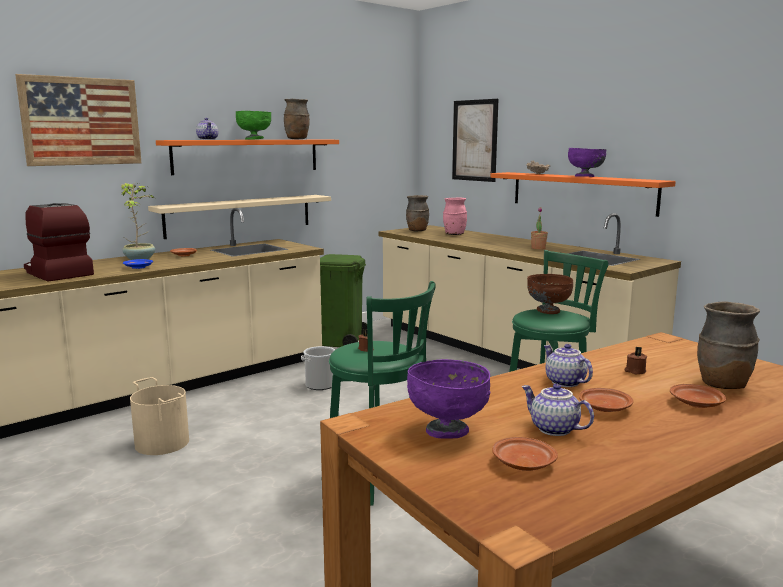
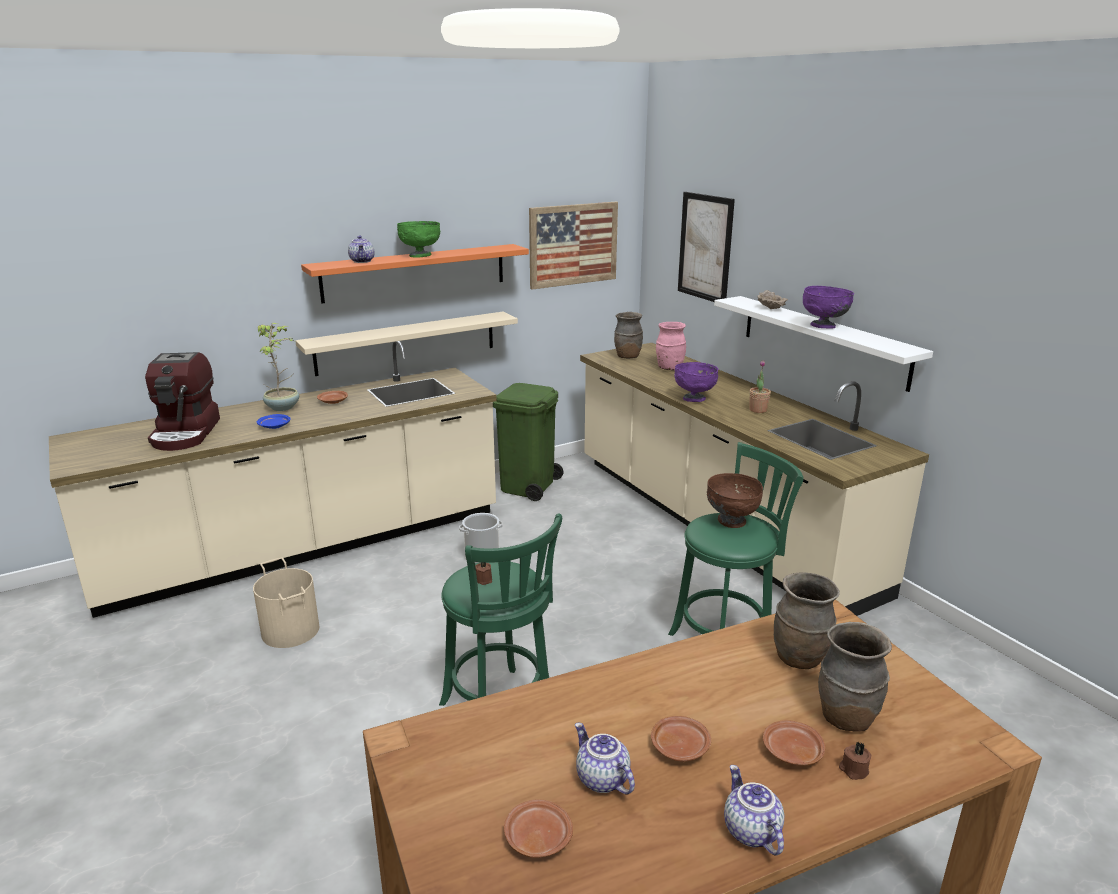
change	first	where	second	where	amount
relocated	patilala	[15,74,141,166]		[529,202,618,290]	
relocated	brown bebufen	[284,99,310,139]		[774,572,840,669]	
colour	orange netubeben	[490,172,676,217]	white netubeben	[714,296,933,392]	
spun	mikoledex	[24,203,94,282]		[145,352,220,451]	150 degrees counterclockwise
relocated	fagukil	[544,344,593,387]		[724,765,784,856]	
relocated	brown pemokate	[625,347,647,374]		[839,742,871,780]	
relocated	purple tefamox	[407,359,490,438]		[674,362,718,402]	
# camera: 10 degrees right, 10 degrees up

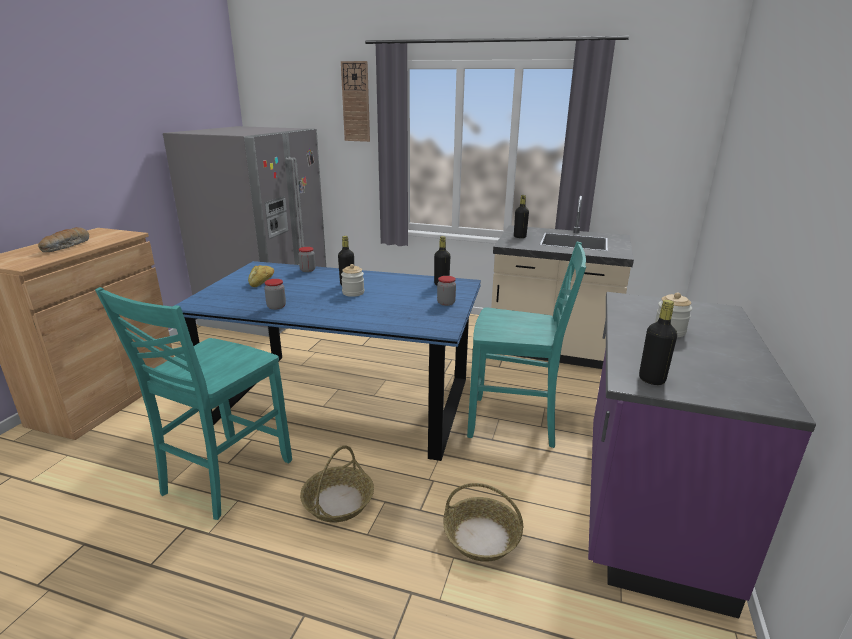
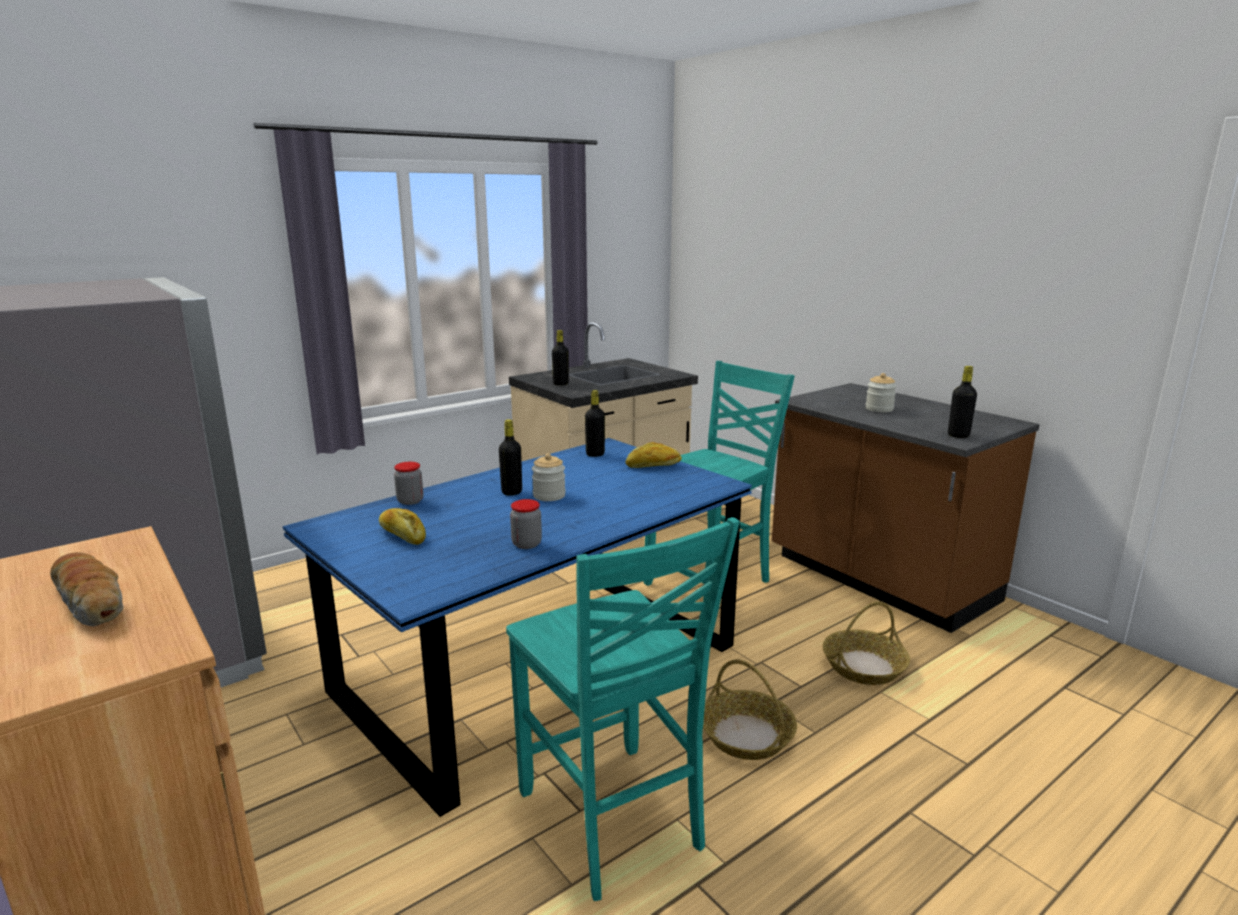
change	first	where	second	where	amount
missing	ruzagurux	[341,61,370,142]			
exchanged	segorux	[437,276,456,306]	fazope	[626,442,682,468]	
colour	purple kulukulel	[588,292,816,618]	brown kulukulel	[772,383,1039,633]	
# camera: 55 degrees left, 5 degrees down

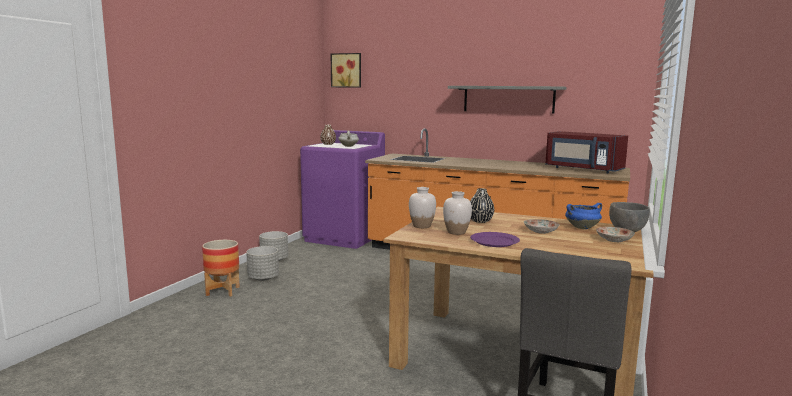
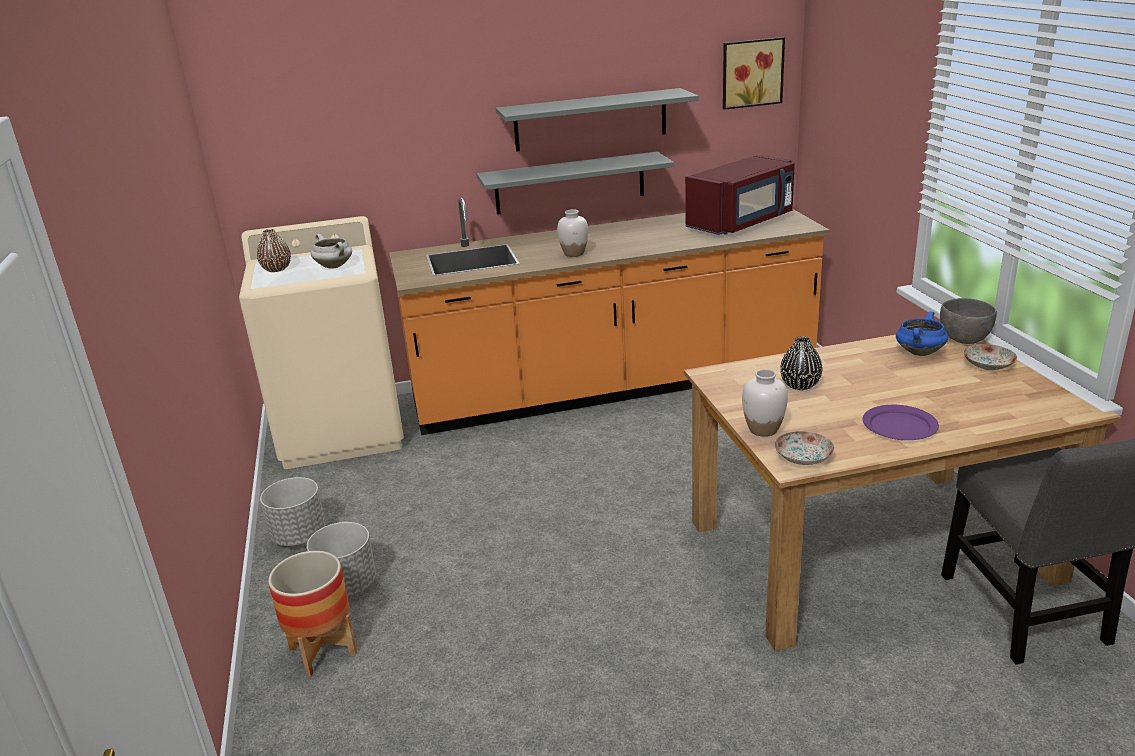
change	first	where	second	where	amount
relocated	patilala	[331,53,361,88]		[723,37,785,110]	
colour	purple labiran	[300,130,385,249]	beige labiran	[239,216,404,469]	
spun	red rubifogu	[545,131,628,173]		[685,155,795,235]	45 degrees counterclockwise
relocated	white bebufen	[443,191,472,235]		[557,209,588,257]	
relocated	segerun	[524,219,560,234]		[774,431,835,465]	
appeared			grey netubeben	[476,152,675,214]	
# camera: 35 degrees left, 15 degrees up

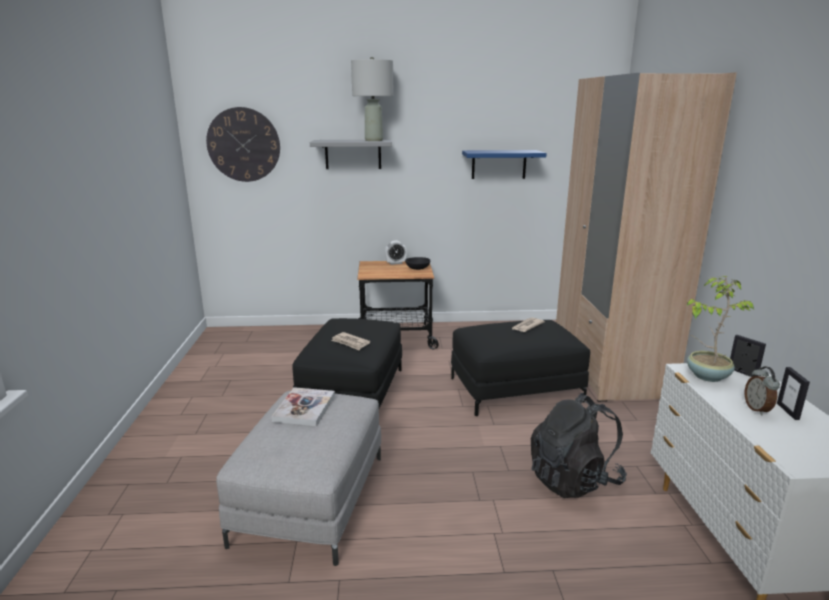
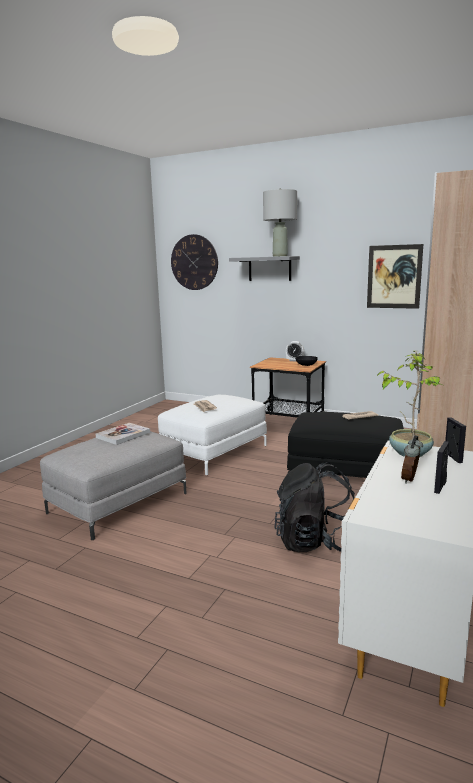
change	first	where	second	where	amount
exchanged	blue netubeben	[462,150,547,179]	patilala	[367,244,423,309]	
colour	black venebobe	[292,318,402,408]	white venebobe	[158,395,267,475]	
# camera: 30 degrees right, 5 degrees down

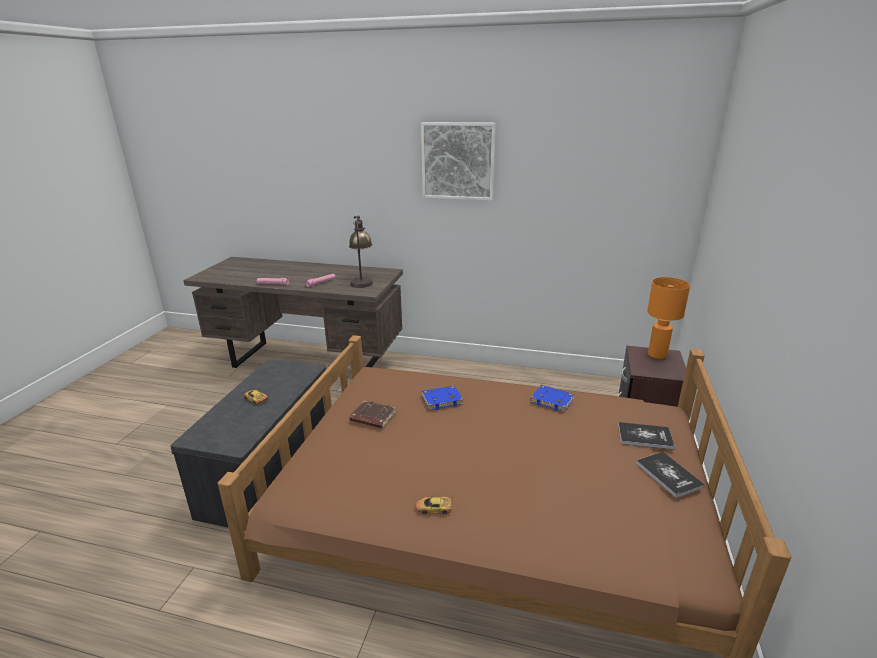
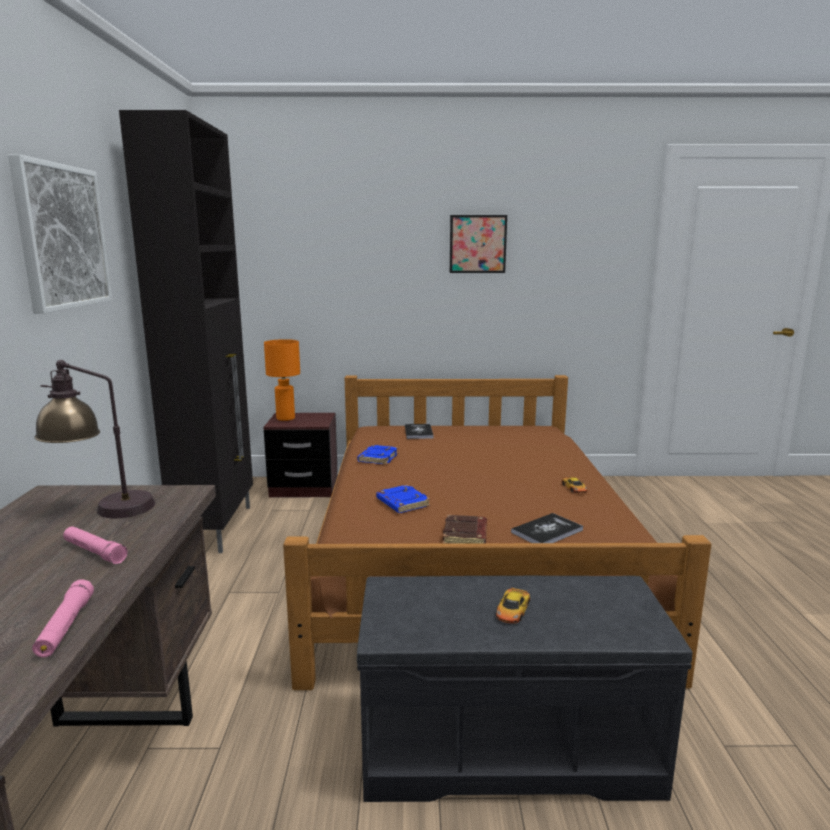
change	first	where	second	where	amount
relocated	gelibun	[636,452,705,498]		[511,513,583,543]	
appeared			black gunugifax	[119,110,253,553]	
appeared			patilala	[450,215,507,273]	
# camera: 105 degrees left, 10 degrees down

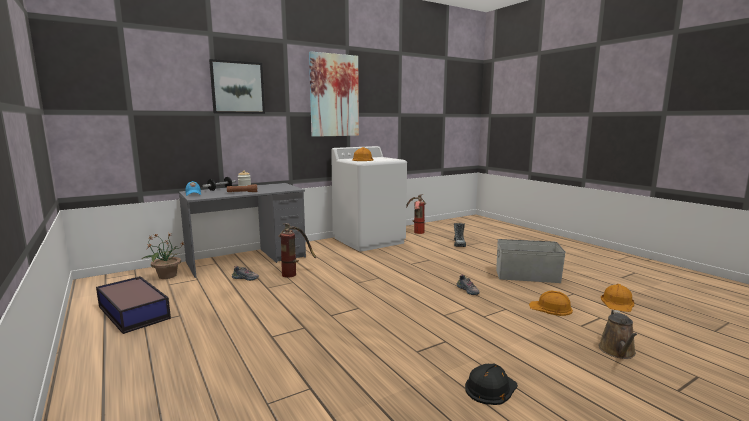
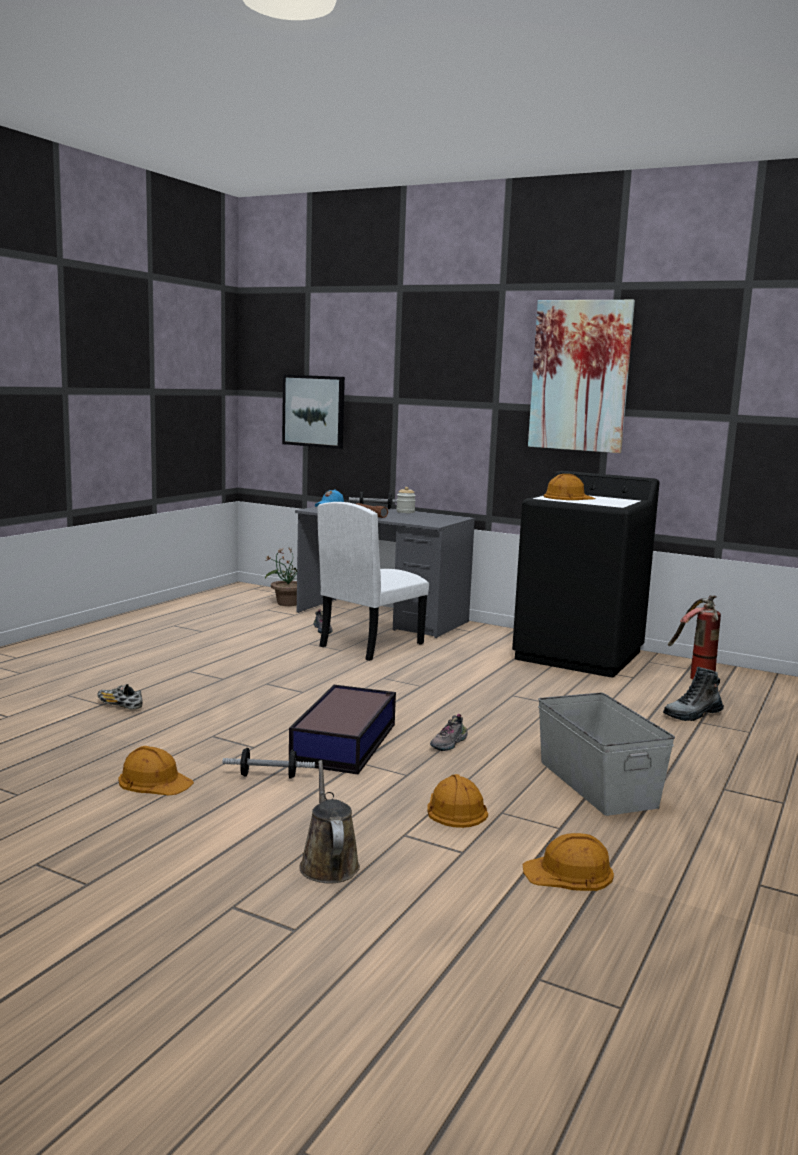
change	first	where	second	where	amount
relocated	patilala	[209,59,265,114]		[282,375,345,449]	
colour	white labiran	[331,146,407,252]	black labiran	[512,471,660,677]	
exchanged	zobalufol	[278,223,316,278]	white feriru	[317,502,429,661]	
relocated	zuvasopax	[96,276,171,334]		[289,685,396,774]	
spun	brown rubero	[598,310,637,359]		[299,760,360,884]	90 degrees clockwise
colour	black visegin	[465,363,518,405]	orange visegin	[119,746,194,795]	
appeared			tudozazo	[97,684,143,710]	
appeared			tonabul	[223,748,315,779]	
# camera: 60 degrees right, 0 degrees up

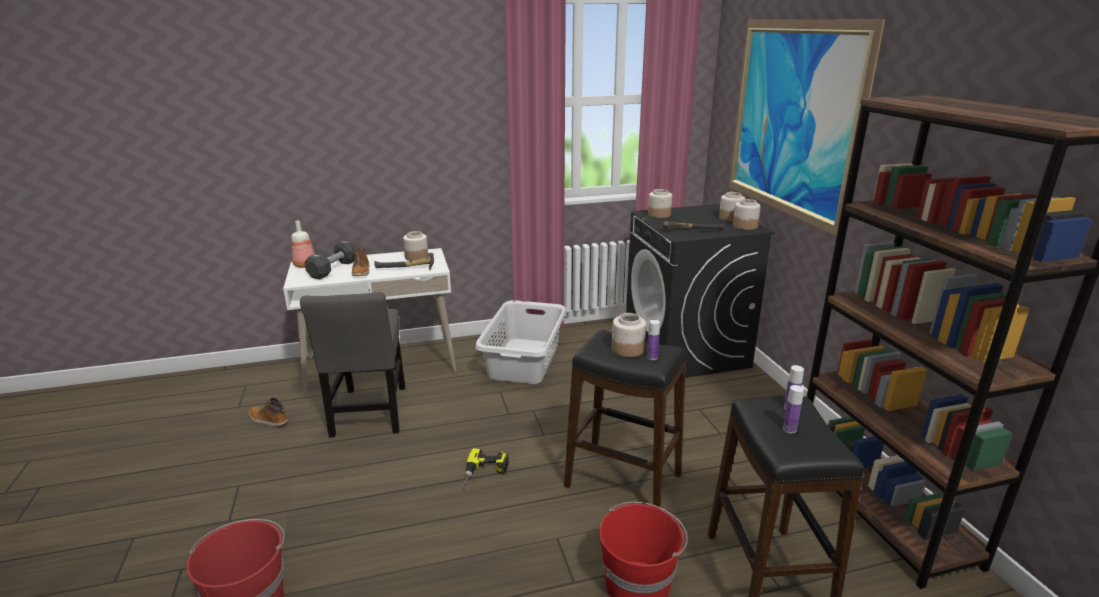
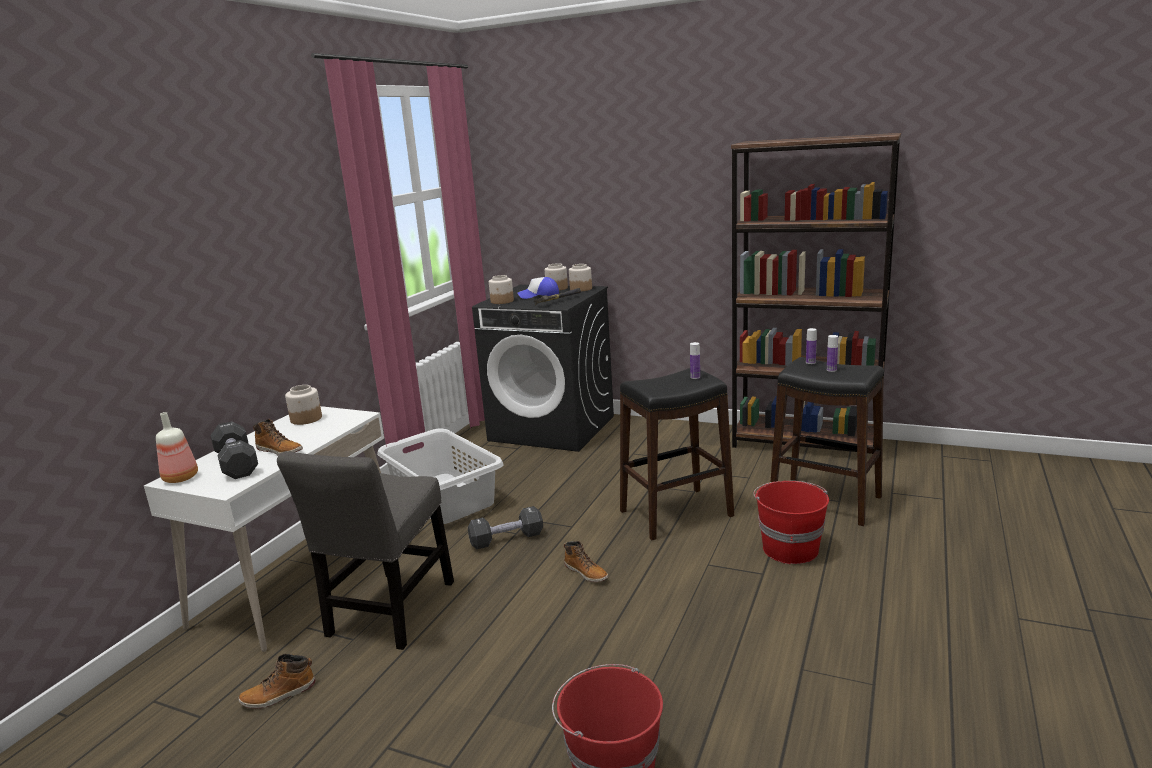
change	first	where	second	where	amount
missing	patilala	[729,19,885,236]			
missing	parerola	[374,253,434,271]			
spun	grey feriru	[300,292,405,438]		[277,451,454,650]	75 degrees clockwise
missing	segorux	[612,313,646,357]			
exchanged	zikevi	[463,448,509,488]	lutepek	[564,541,608,582]	
appeared			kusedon	[518,277,559,299]	
appeared			black tonabul	[468,506,543,549]	
# camera: 50 degrees left, 5 degrees down

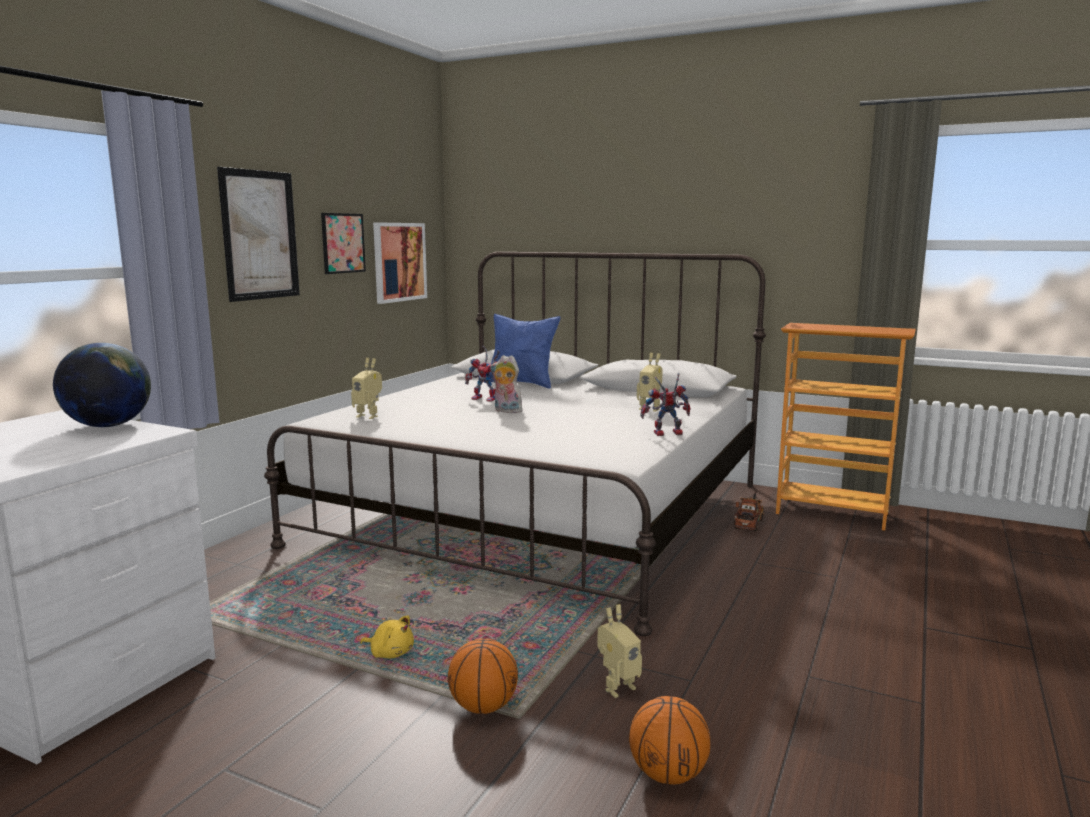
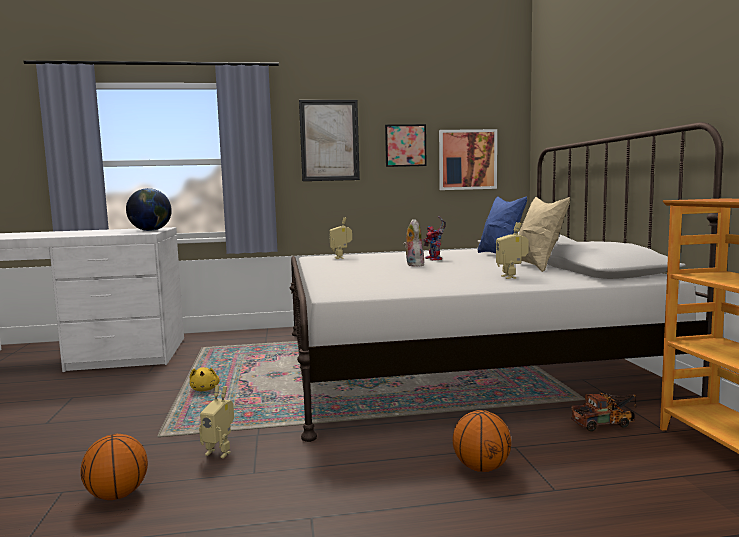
change	first	where	second	where	amount
missing	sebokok	[640,373,690,436]			
relocated	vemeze	[448,638,518,714]		[453,410,511,472]	
appeared			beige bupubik	[519,197,570,272]	
# camera: 55 degrees right, 5 degrees down

